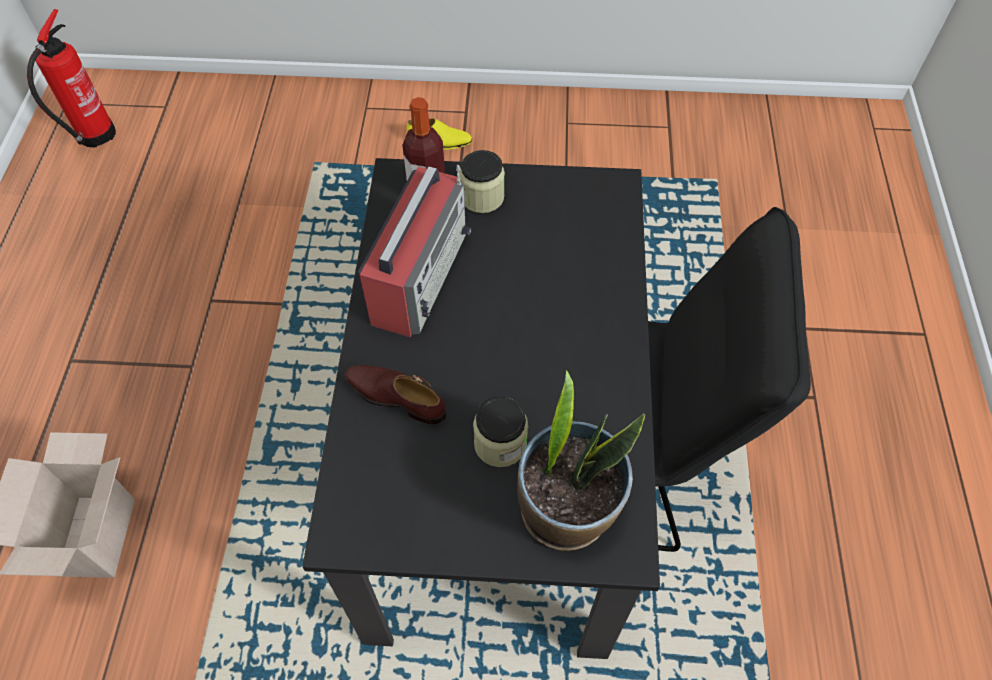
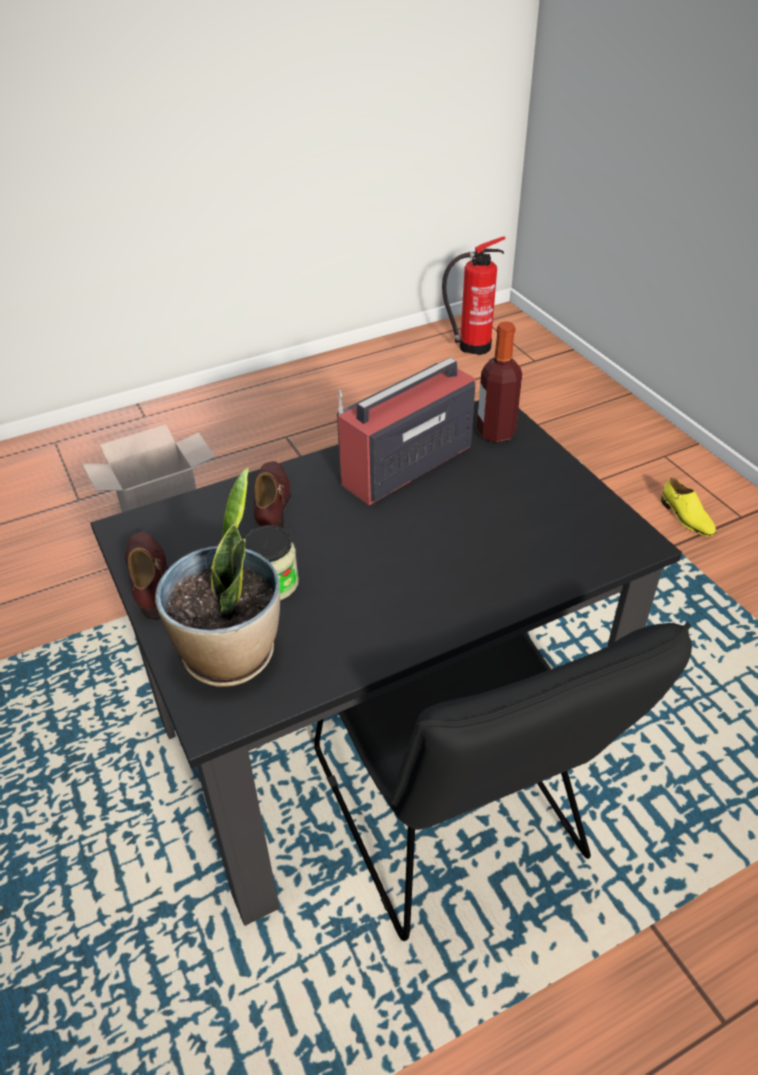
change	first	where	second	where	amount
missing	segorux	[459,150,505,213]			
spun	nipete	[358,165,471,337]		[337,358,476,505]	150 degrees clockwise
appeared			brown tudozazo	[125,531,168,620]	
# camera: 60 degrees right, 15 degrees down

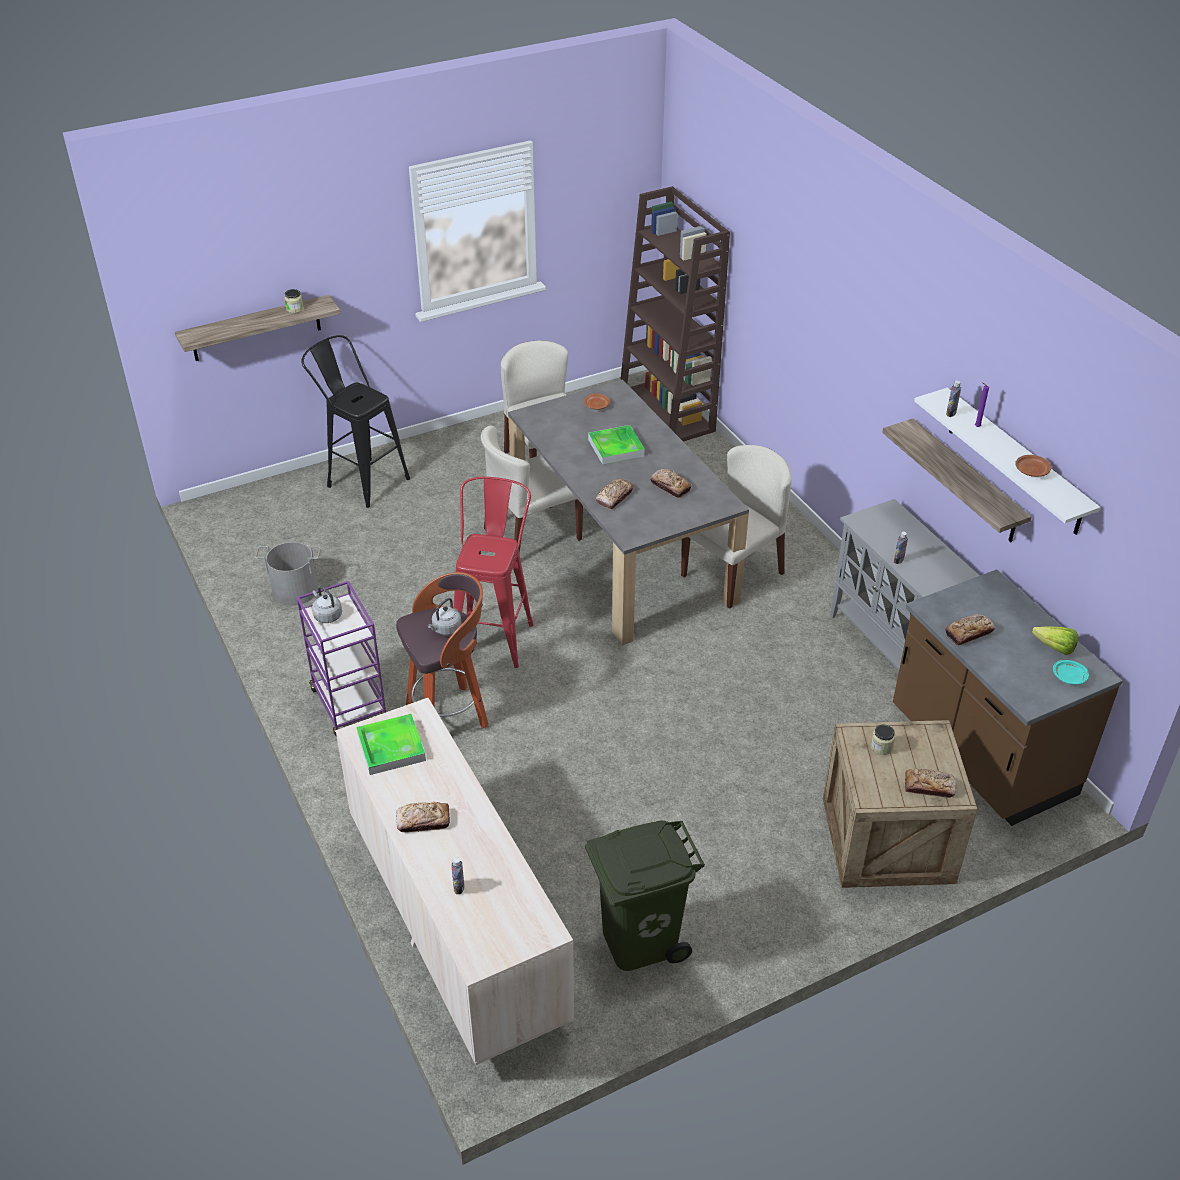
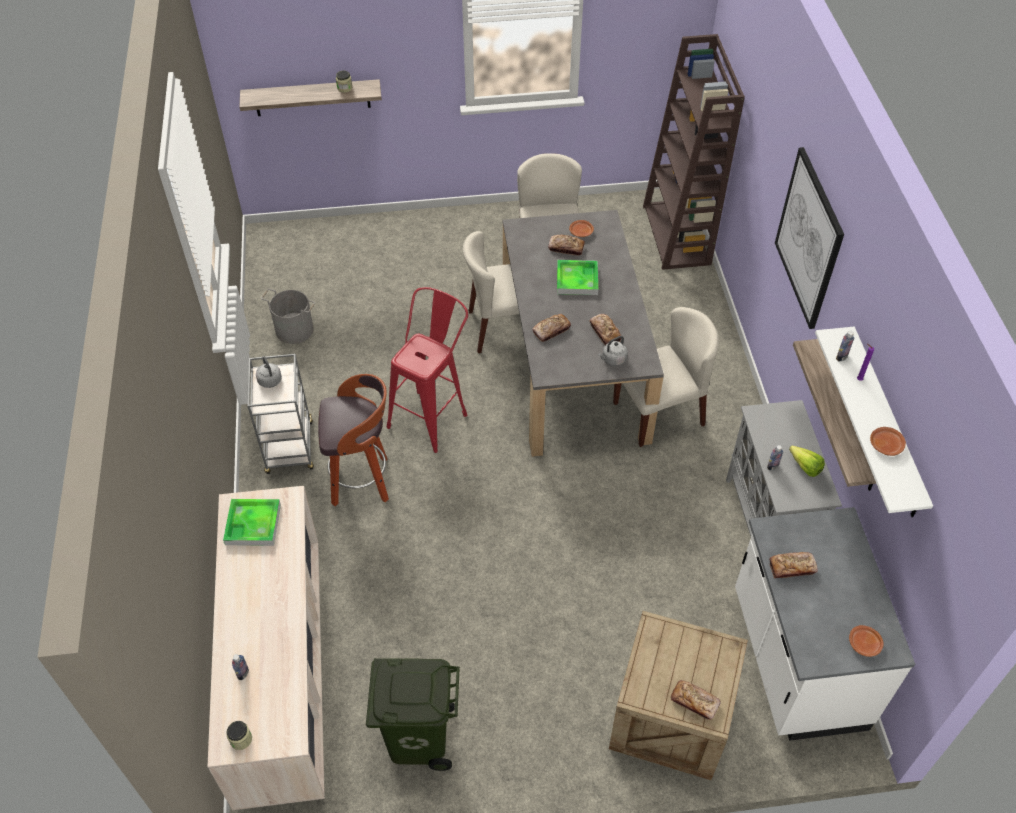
change	first	where	second	where	amount
missing	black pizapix	[301,335,410,508]			
colour	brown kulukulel	[893,569,1123,826]	white kulukulel	[735,507,915,741]	
colour	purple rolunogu	[297,581,388,736]	grey rolunogu	[247,354,314,474]	
relocated	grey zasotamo	[427,598,461,635]		[598,336,628,366]	
relocated	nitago	[1032,626,1078,655]		[789,445,825,477]	
colour	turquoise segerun	[1053,660,1089,685]	brown segerun	[849,625,884,657]	
relocated	segorux	[871,724,895,755]		[227,721,252,750]	
relocated	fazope	[396,802,450,832]		[548,234,585,255]	
appeared			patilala	[775,147,844,329]	
# camera: 20 degrees right, 10 degrees up

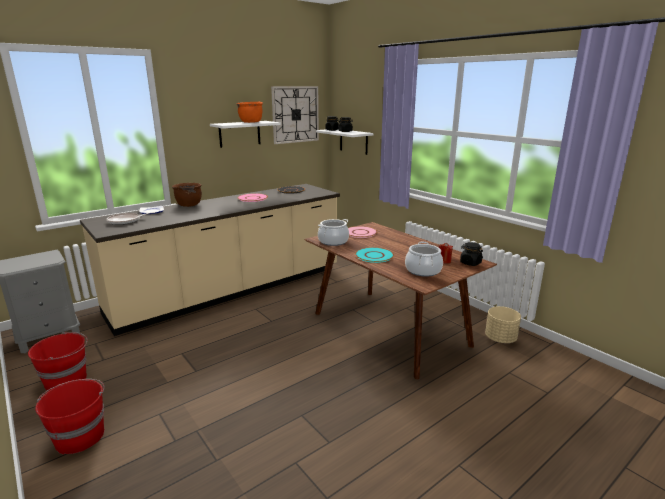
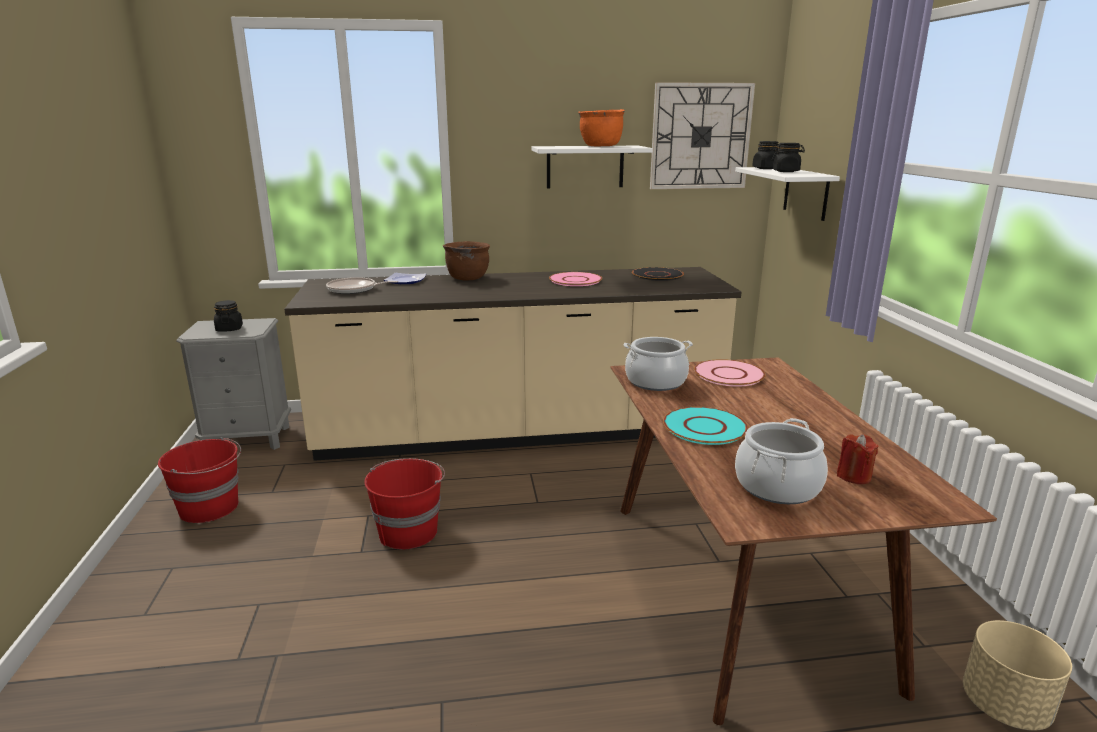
change	first	where	second	where	amount
relocated	black segorux	[460,242,483,266]		[214,300,243,331]	
relocated	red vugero	[35,379,104,455]		[364,458,445,549]	
# camera: 30 degrees right, 0 degrees up

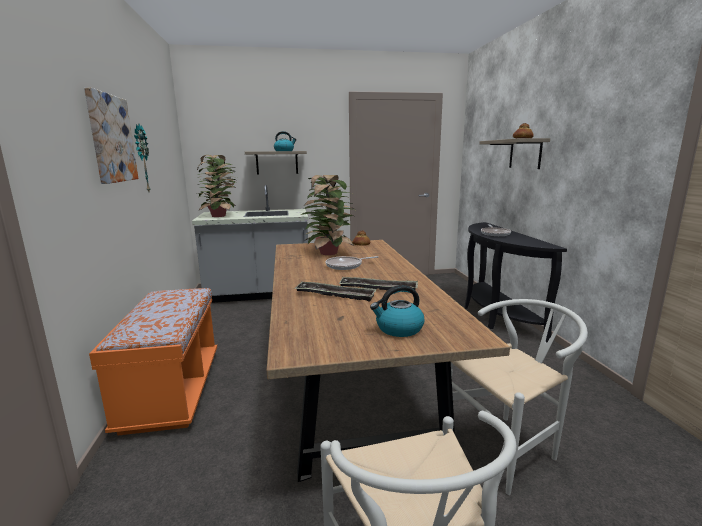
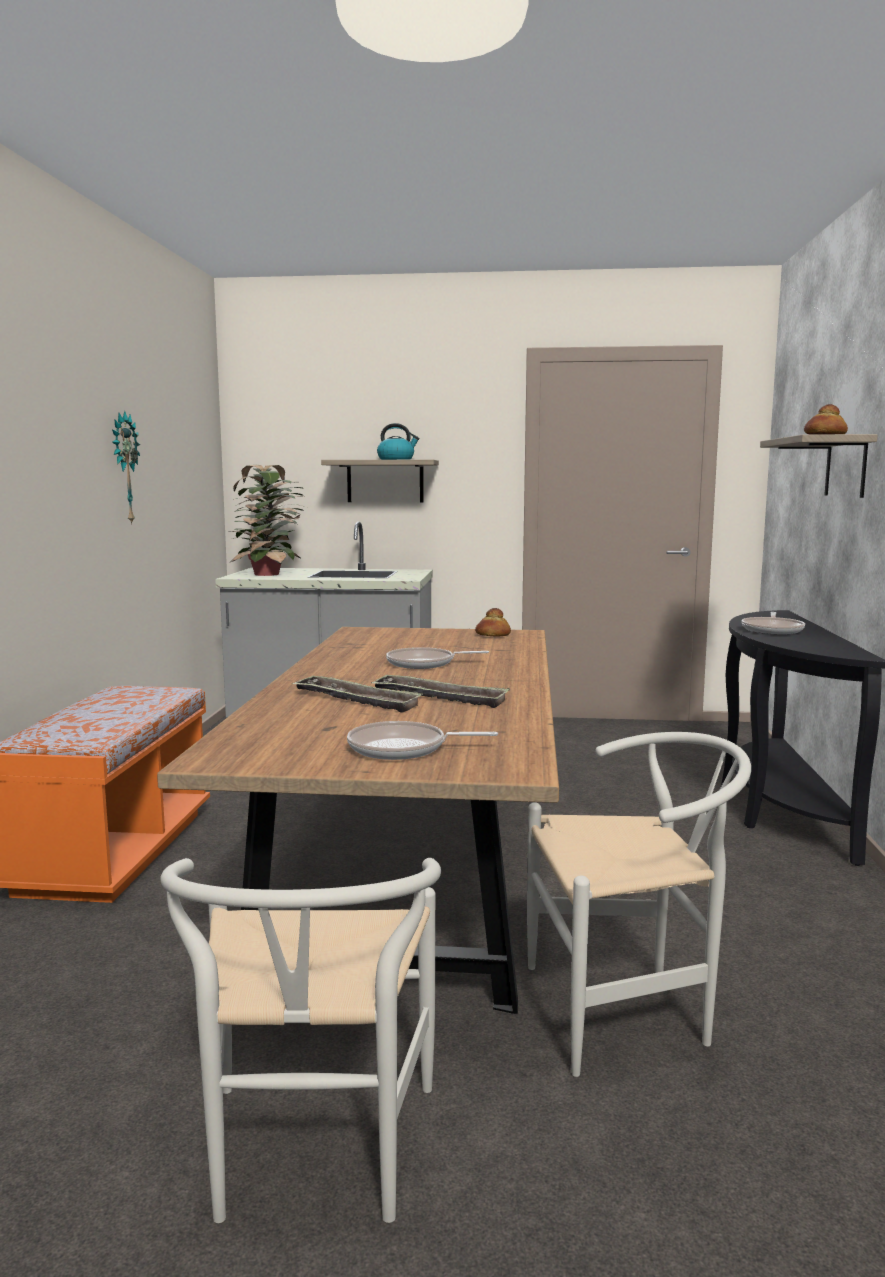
change	first	where	second	where	amount
missing	patilala	[84,87,139,184]			
missing	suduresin	[301,175,355,255]			
exchanged	zasotamo	[370,285,425,337]	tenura	[347,721,498,760]	
# camera: 15 degrees right, 5 degrees down

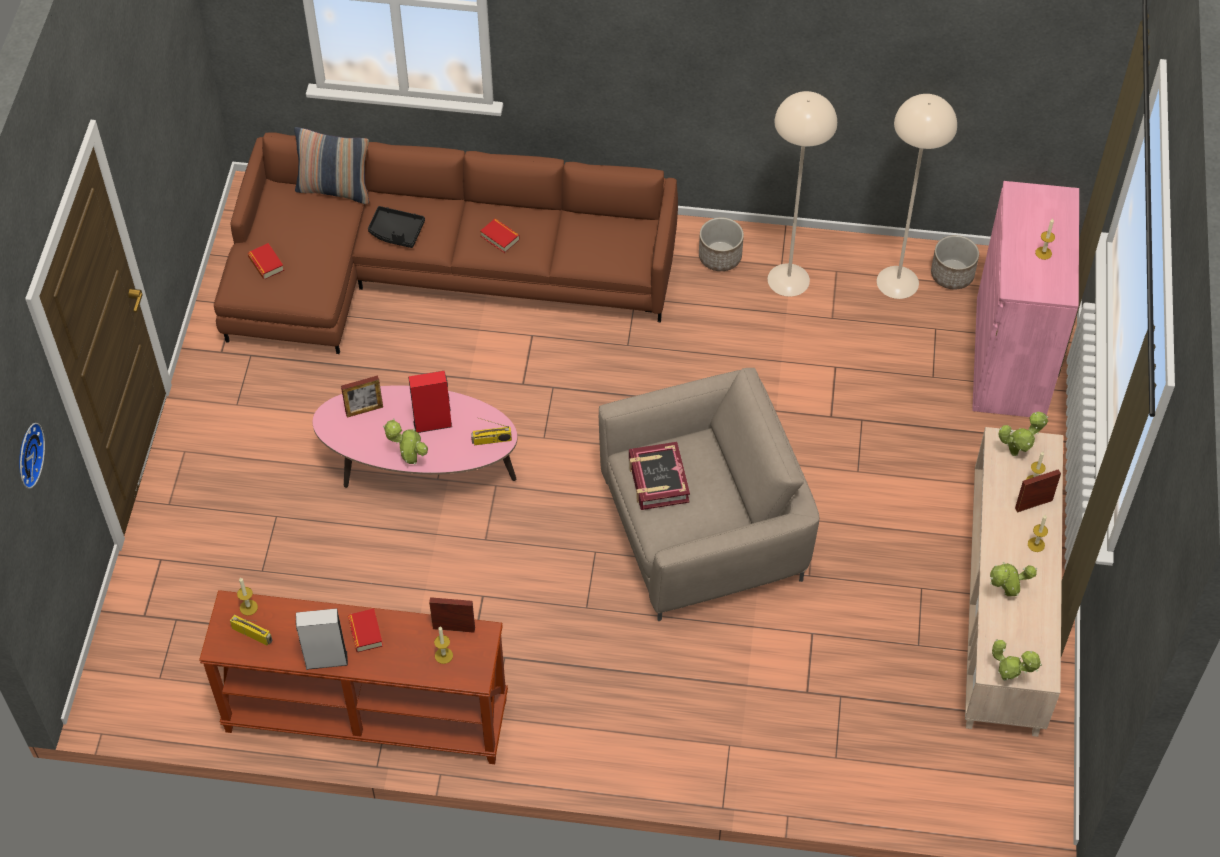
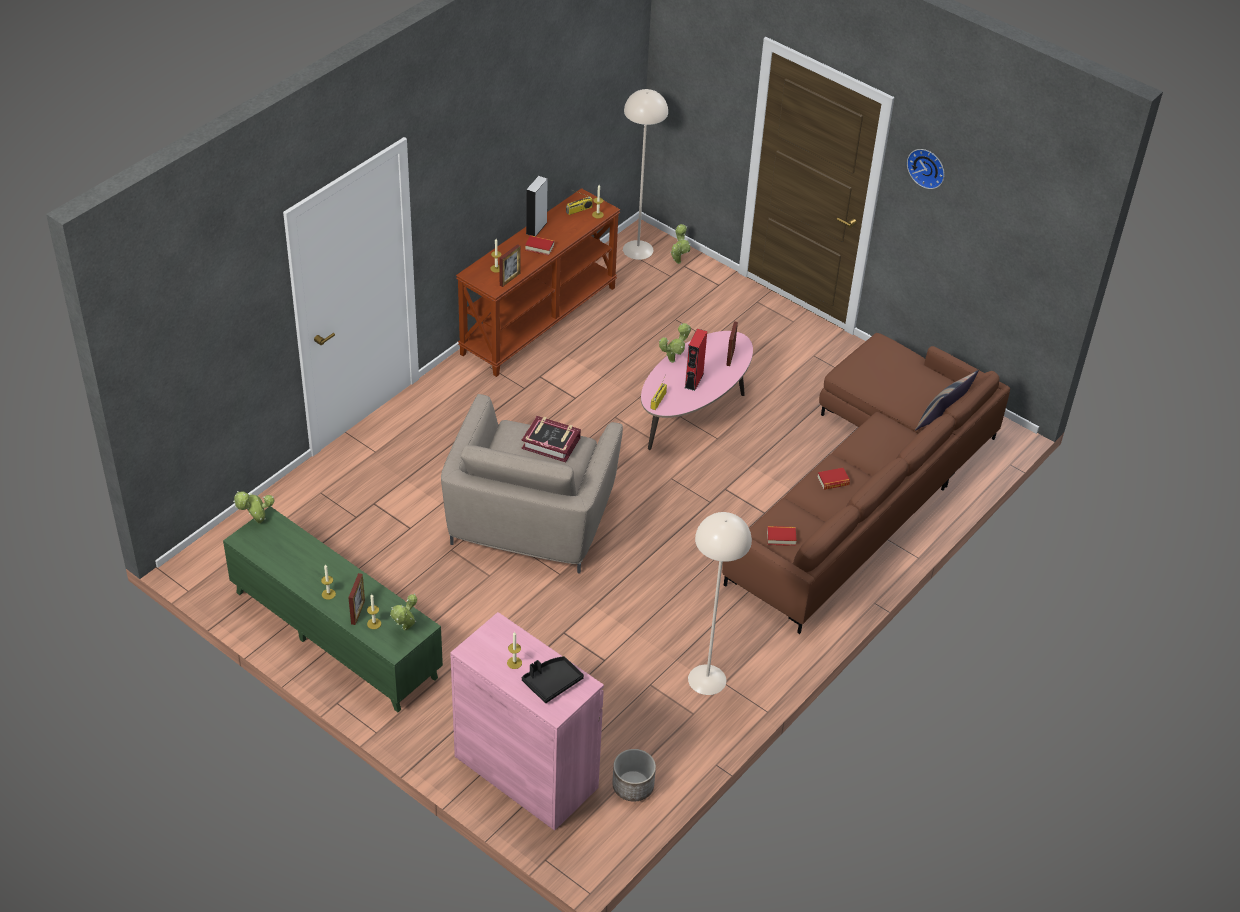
change	first	where	second	where	amount
relocated	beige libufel	[877,94,957,299]		[623,89,668,260]	
relocated	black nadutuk	[368,206,425,248]		[522,656,584,703]	
missing	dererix	[699,217,744,271]			
relocated	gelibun	[248,243,284,279]		[767,526,797,546]	
relocated	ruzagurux	[19,423,45,489]		[907,149,945,189]	
colour	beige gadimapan	[965,427,1063,737]	green gadimapan	[223,506,443,712]	
relocated	suduresin	[990,562,1037,596]		[670,224,690,264]	
# camera: 120 degrees right, 10 degrees down

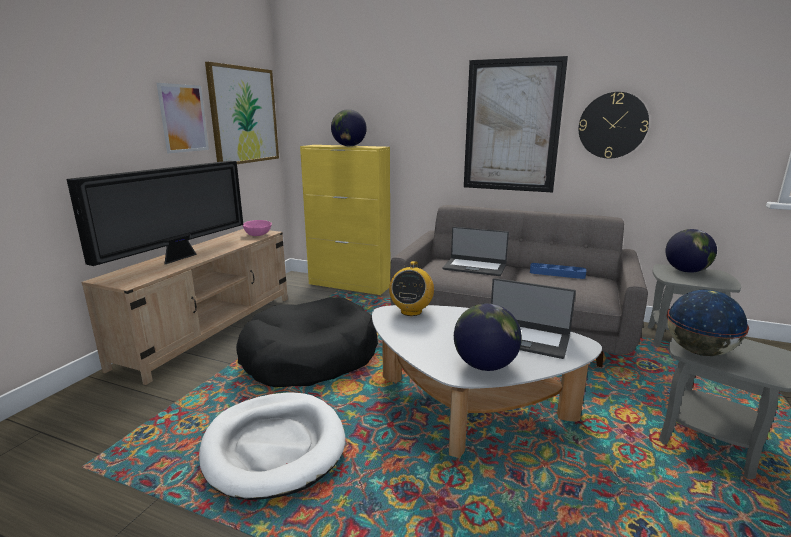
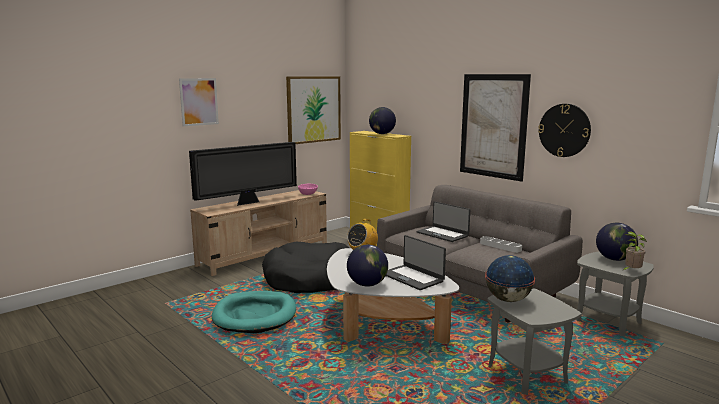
change	first	where	second	where	amount
relocated	patilala	[157,83,209,153]		[179,78,219,126]	
colour	blue nadutuk	[530,263,586,279]	grey nadutuk	[480,236,522,253]	
colour	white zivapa	[199,393,345,500]	turquoise zivapa	[212,291,296,333]	
appeared			suduresin	[622,231,647,271]	
# camera: 25 degrees right, 5 degrees down

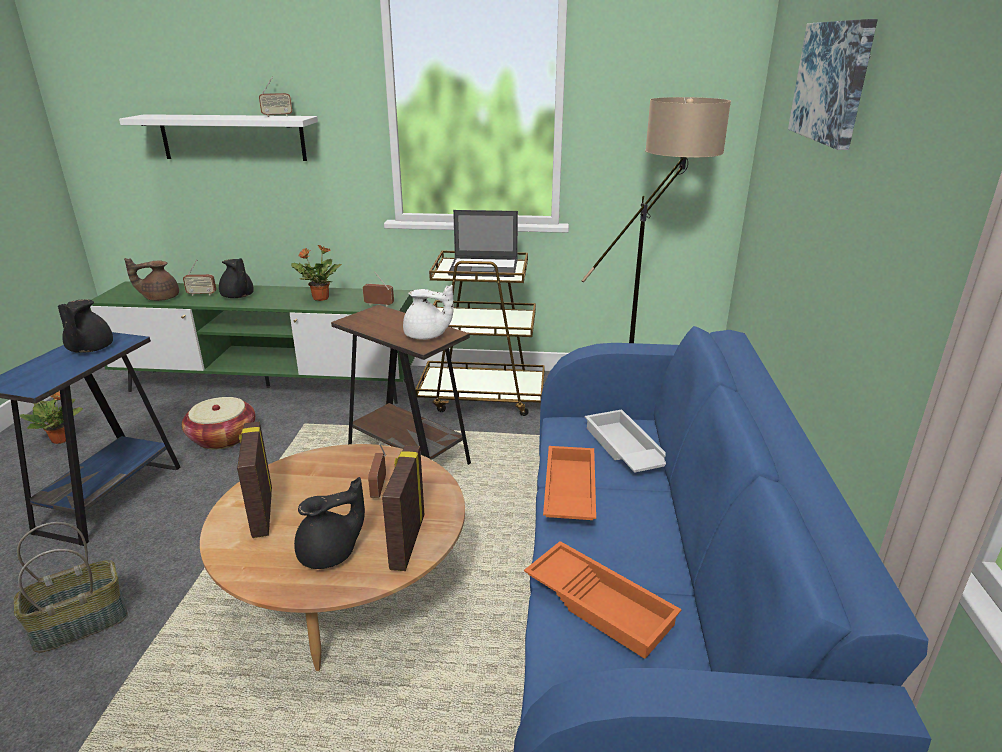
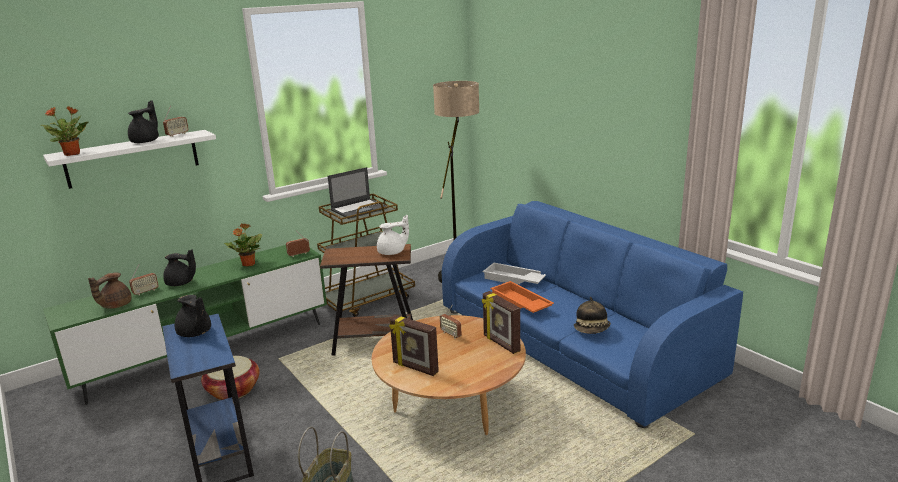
change	first	where	second	where	amount
missing	patilala	[788,19,878,150]			
relocated	suduresin	[19,391,83,444]		[41,106,88,156]	
relocated	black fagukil	[294,477,365,569]		[128,100,159,143]	
exchanged	orange nadutuk	[524,541,682,659]	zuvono	[574,297,611,334]	
# camera: 40 degrees left, 5 degrees down

